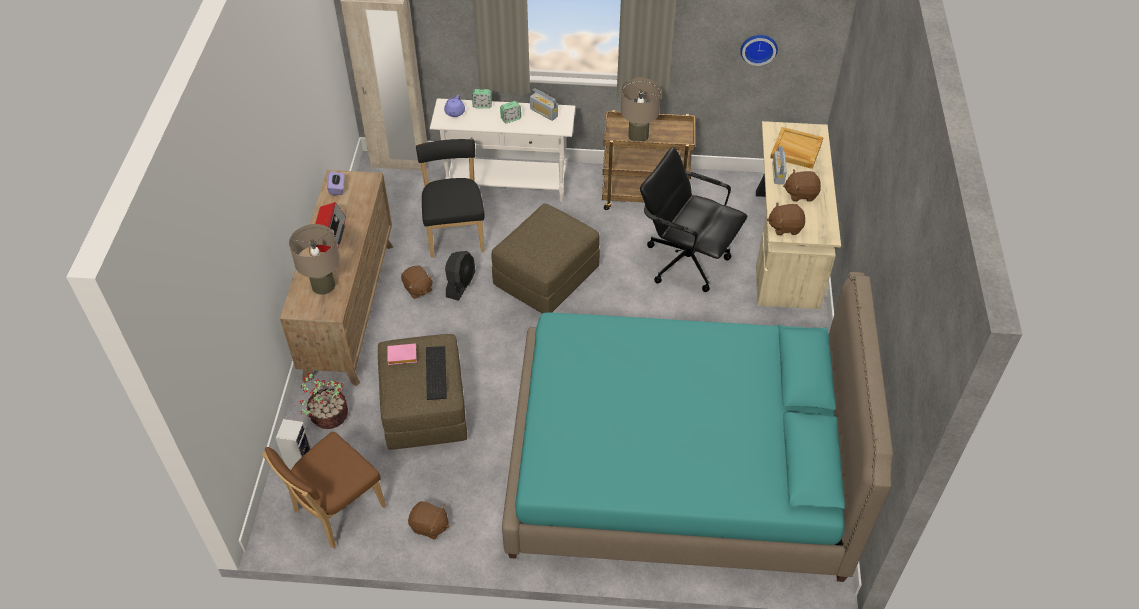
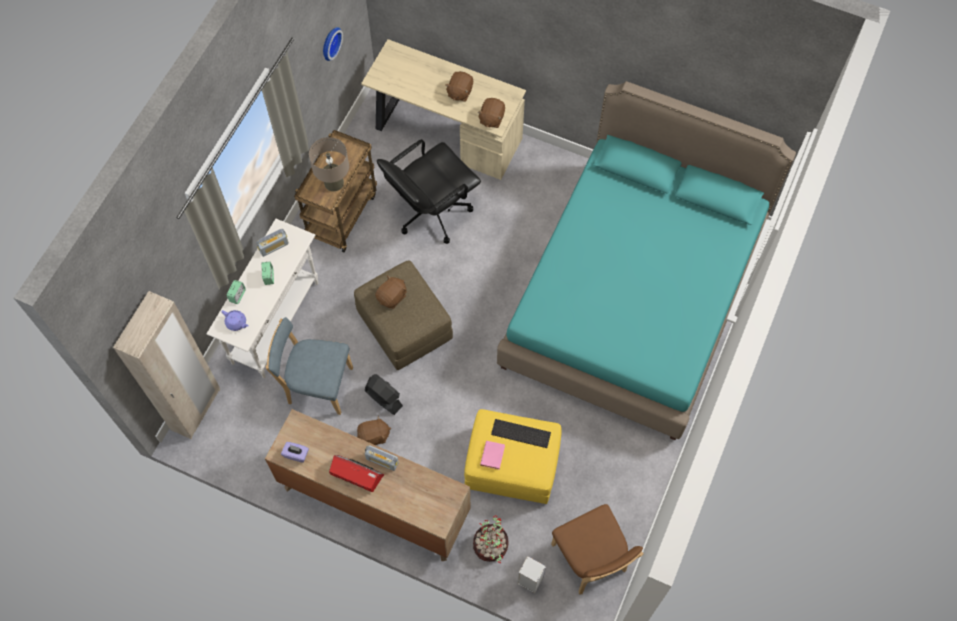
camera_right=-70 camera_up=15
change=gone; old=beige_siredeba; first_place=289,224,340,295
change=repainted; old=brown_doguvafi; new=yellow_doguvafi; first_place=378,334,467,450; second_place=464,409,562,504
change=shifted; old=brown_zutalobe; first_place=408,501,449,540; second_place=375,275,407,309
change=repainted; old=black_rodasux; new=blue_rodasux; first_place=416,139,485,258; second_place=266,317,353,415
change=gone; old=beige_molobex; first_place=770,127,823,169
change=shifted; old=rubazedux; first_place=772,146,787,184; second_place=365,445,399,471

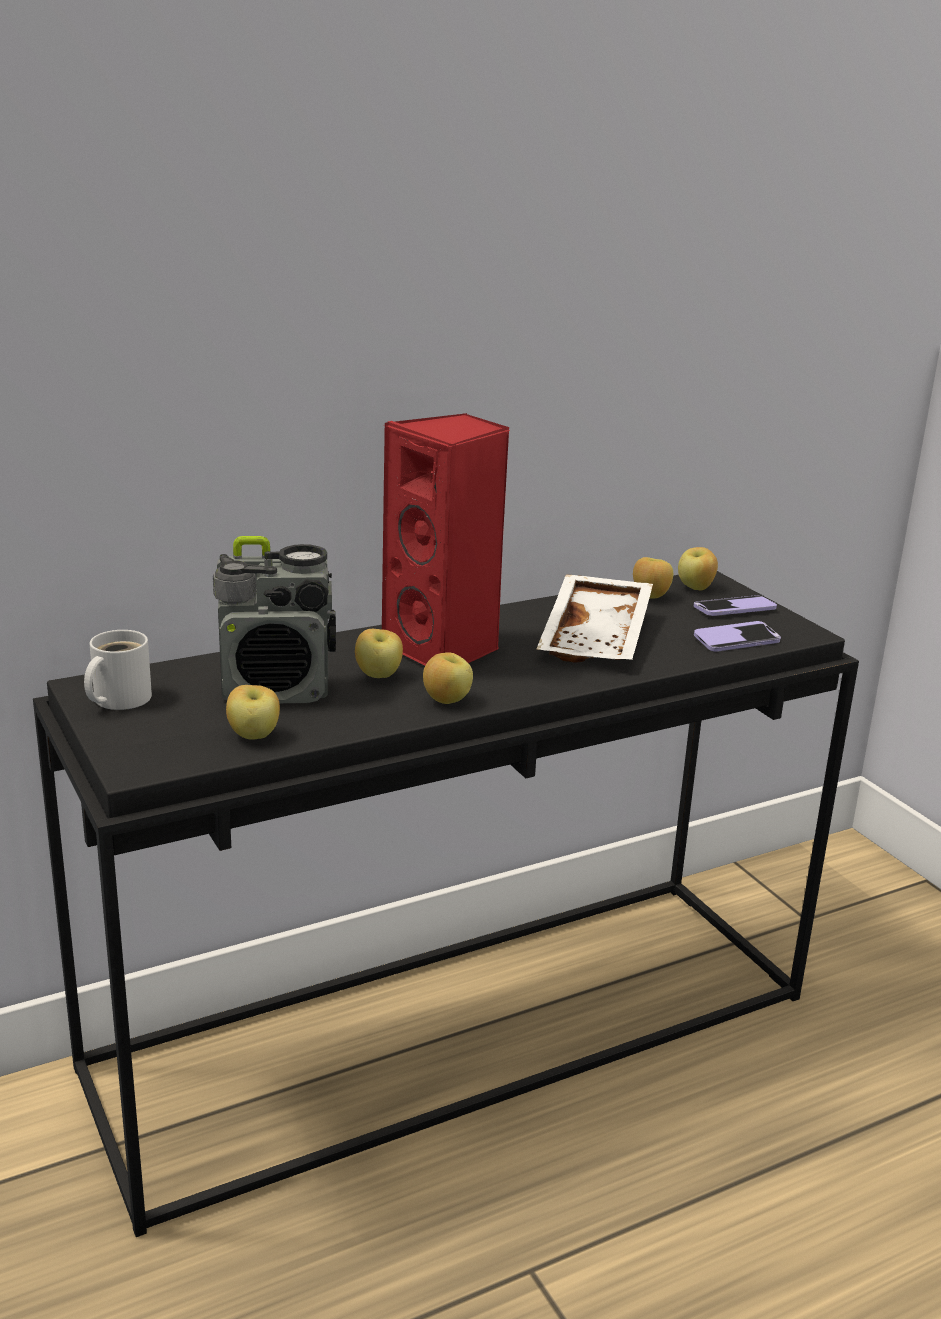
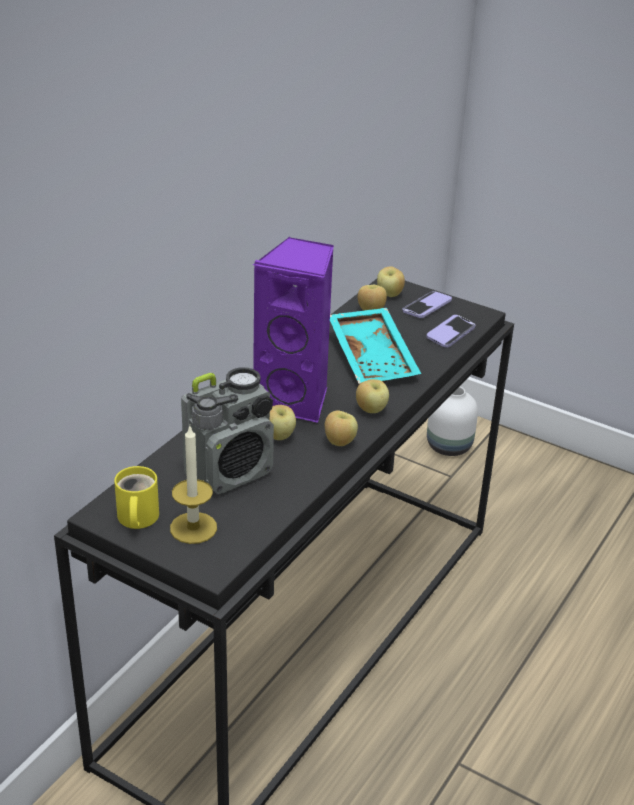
camera_right=-30 camera_up=10
change=repainted; old=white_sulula; new=yellow_sulula; first_place=84,630,152,710; second_place=114,466,159,529
change=shifted; old=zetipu; first_place=226,685,280,740; second_place=356,379,389,413
change=repainted; old=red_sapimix; new=purple_sapimix; first_place=382,413,510,666; second_place=253,237,334,424
change=repainted; old=white_molobex; new=turquoise_molobex; first_place=536,574,653,663; second_place=330,308,421,384
change=new; new=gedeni; second_place=170,426,217,544
change=new; new=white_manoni; second_place=427,386,478,456

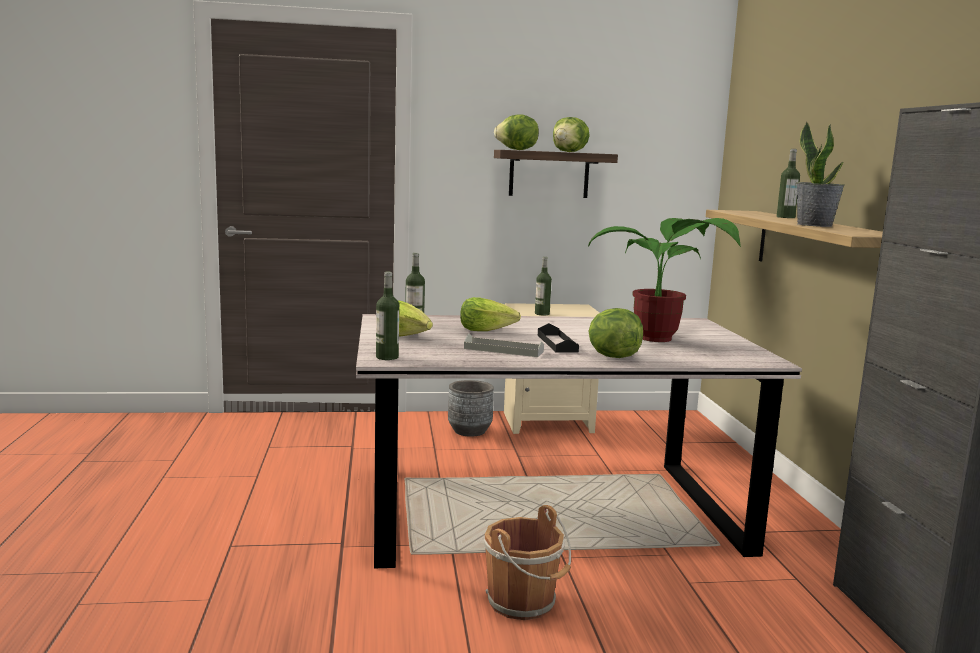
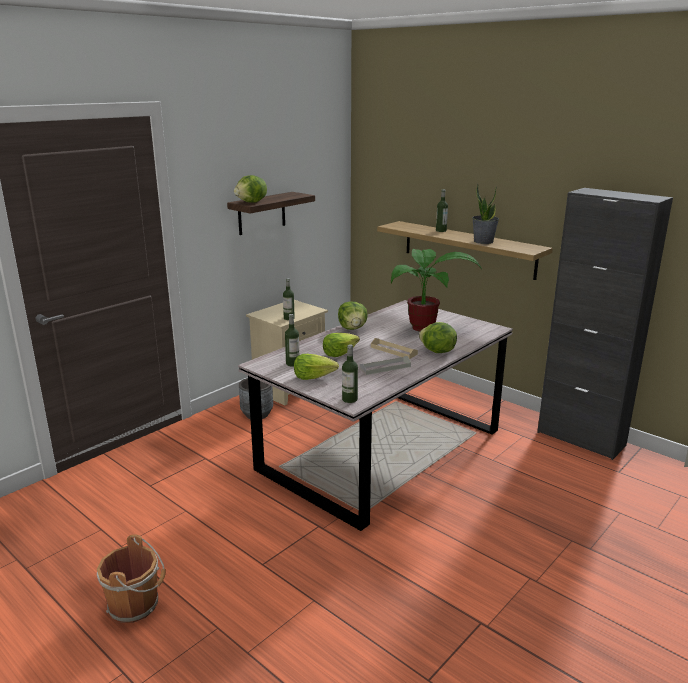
camera_right=-40 camera_up=10
change=shifted; old=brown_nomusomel; first_place=484,505,571,620; second_place=97,534,166,623
change=repainted; old=black_molobex; new=beige_molobex; first_place=538,323,579,353; second_place=371,338,418,359
change=shifted; old=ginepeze; first_place=553,117,590,152; second_place=338,302,368,330

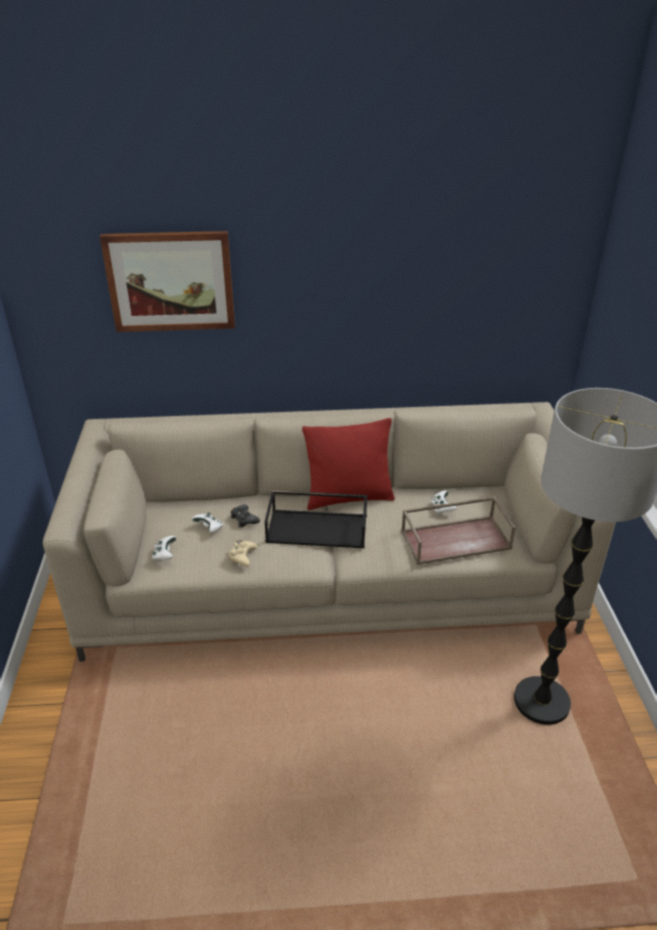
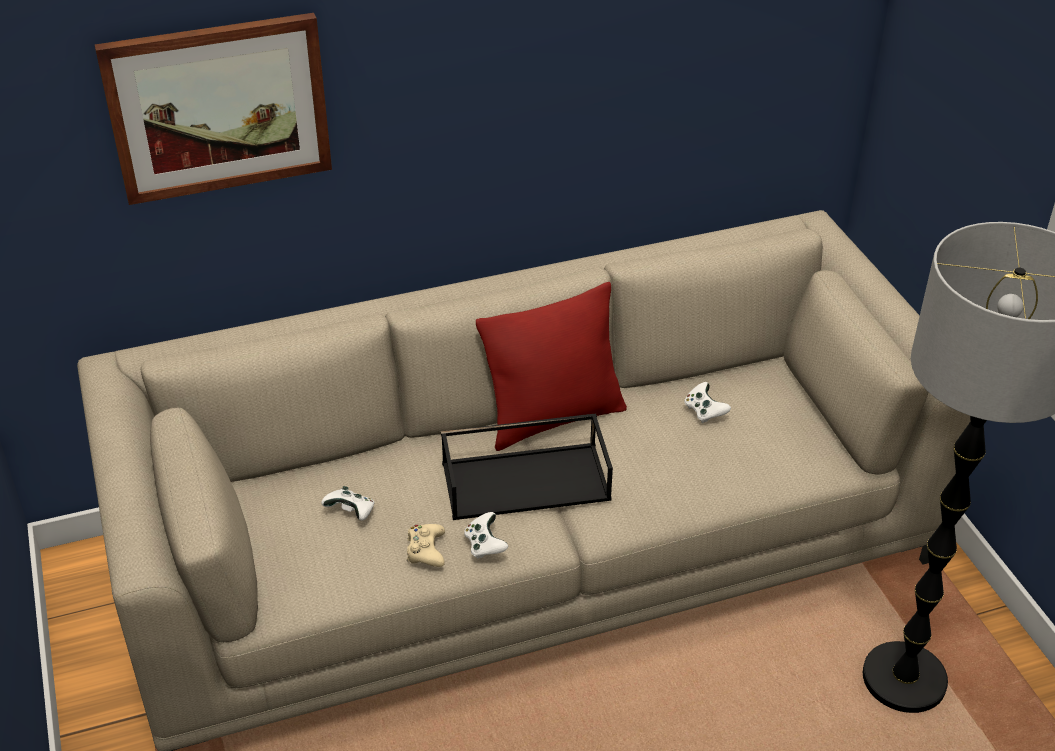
camera_right=-15 camera_up=5
change=shifted; old=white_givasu; first_place=152,536,176,562; second_place=464,512,508,559
change=gone; old=black_givasu; first_place=231,504,260,527
change=gone; old=brown_molobex; first_place=401,497,516,565

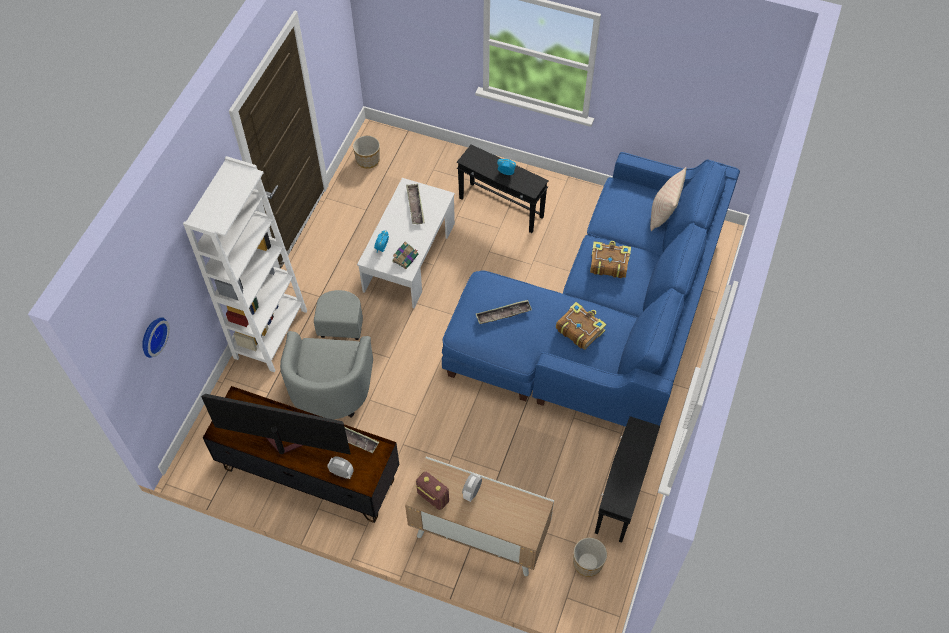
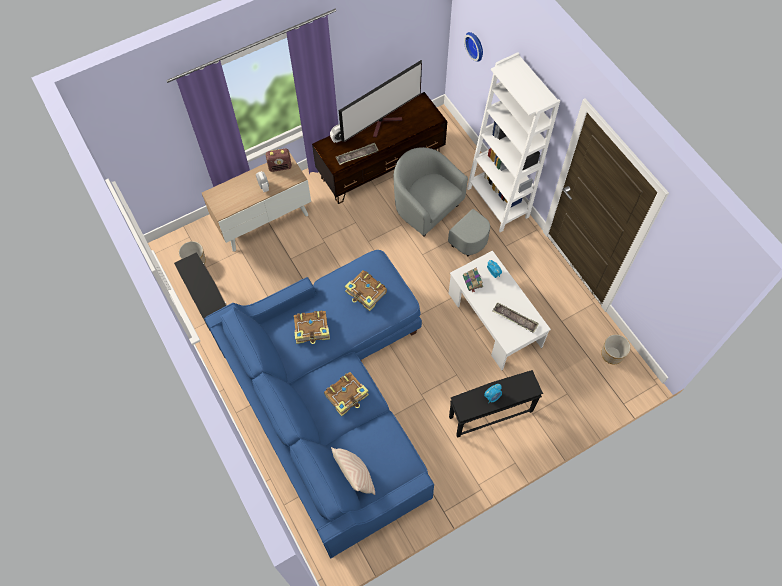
camera_right=130 camera_up=5
change=swapped; old=molobex; new=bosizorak; first_place=476,300,532,324; second_place=345,270,387,311

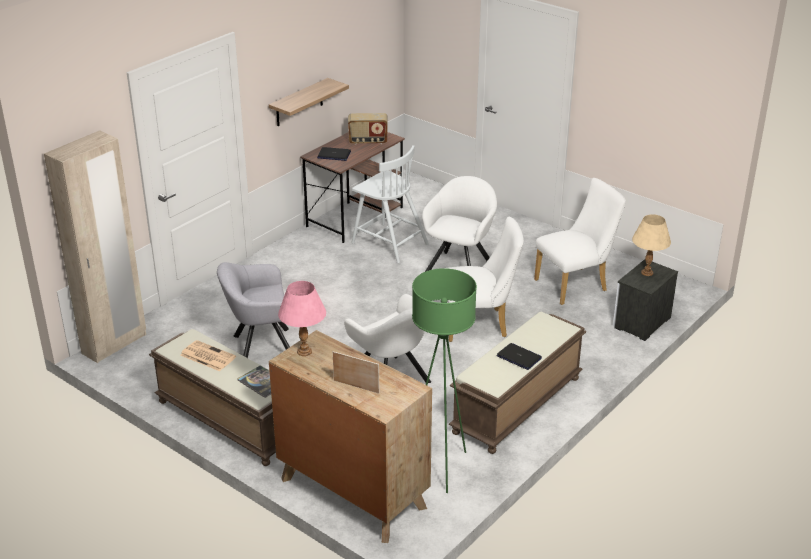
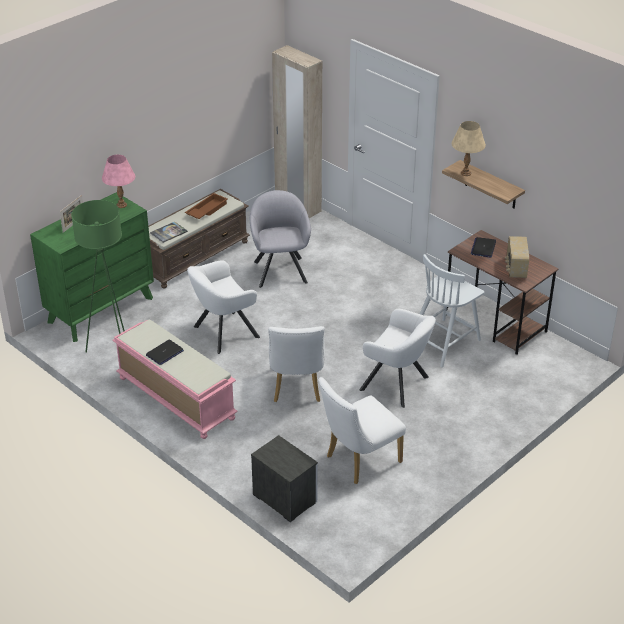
camera_right=95 camera_up=5
change=swapped; old=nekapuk; new=brown_molobex; first_place=180,340,236,371; second_place=185,193,227,219
change=repainted; old=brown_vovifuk; new=green_vovifuk; first_place=269,330,432,543; second_place=30,192,154,342
change=repainted; old=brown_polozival; new=pink_polozival; first_place=449,312,587,454; second_place=112,320,238,439
change=rotated; old=white_rodasux; first_place=534,178,626,305; second_place=318,377,406,484; degrees=75
change=shifted; old=beige_siredeba; first_place=632,214,671,276; second_place=452,121,486,176

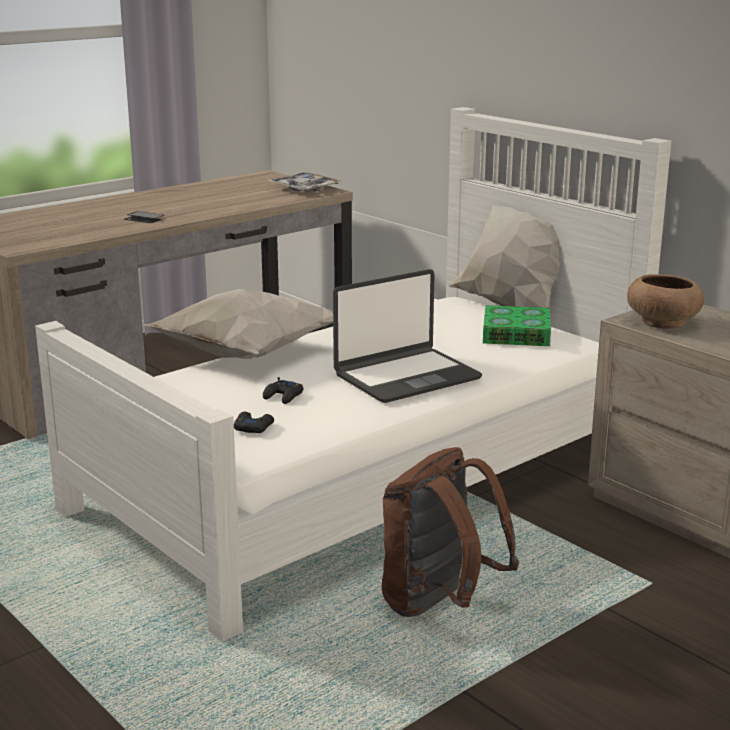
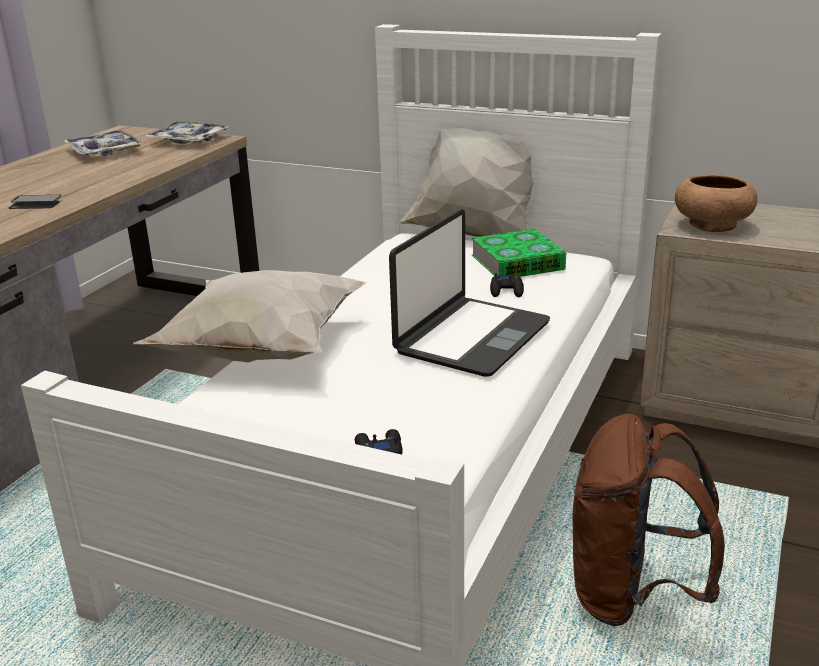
camera_right=-25 camera_up=5
change=shifted; old=black_givasu; first_place=263,377,303,404; second_place=490,273,524,297
change=new; new=molobex; second_place=64,130,143,156

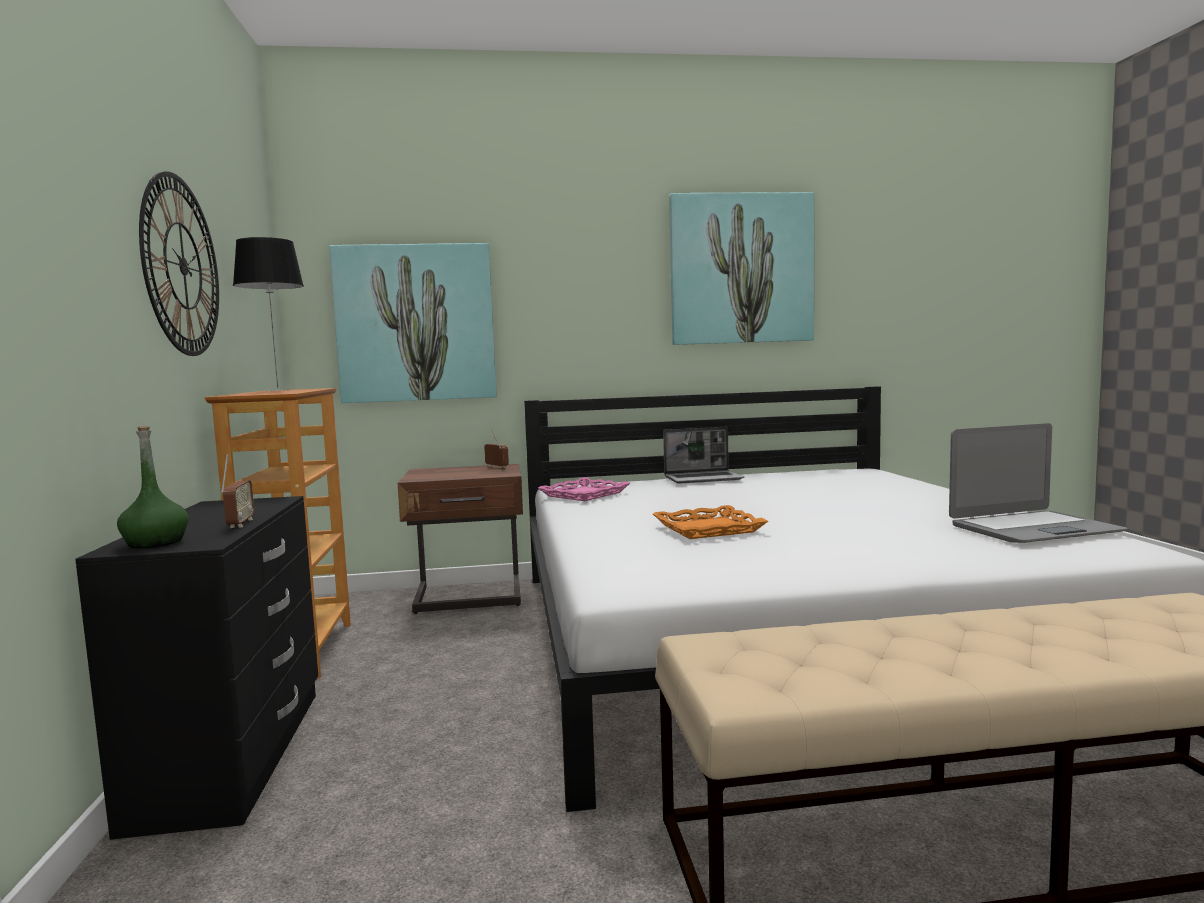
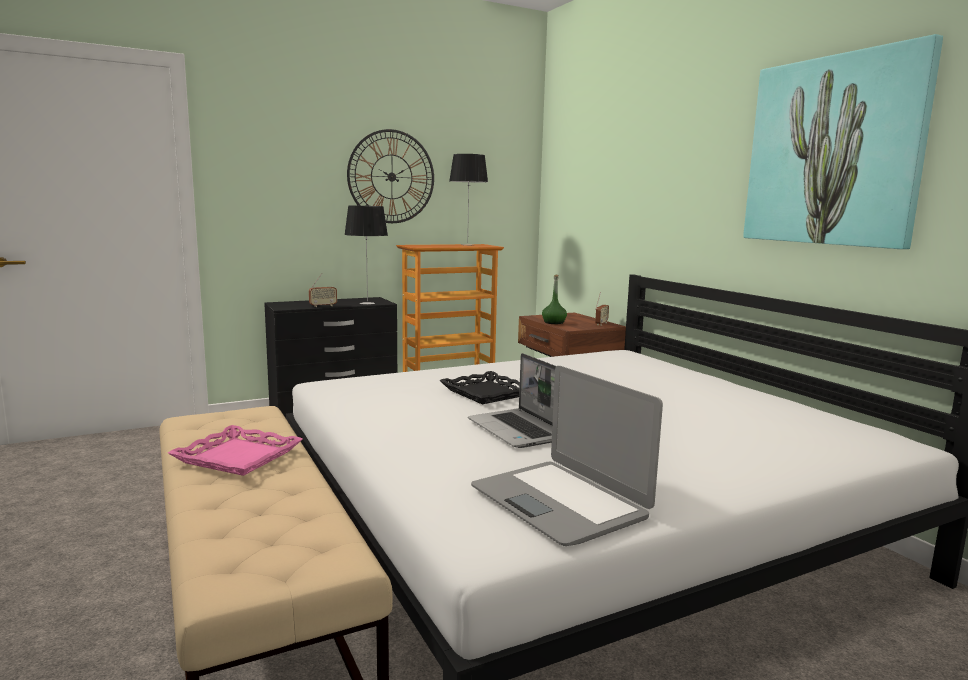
camera_right=70 camera_up=5
change=shifted; old=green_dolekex; first_place=117,426,189,548; second_place=542,275,567,324
change=gone; old=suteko; first_place=329,243,497,403
change=shifted; old=pink_molobex; first_place=538,477,630,501; second_place=168,425,303,476
change=repainted; old=orange_molobex; new=black_molobex; first_place=653,505,768,539; second_place=439,371,520,404
change=shifted; old=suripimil; first_place=663,427,744,484; second_place=468,353,556,448
change=new; new=siredeba; second_place=344,206,388,305

